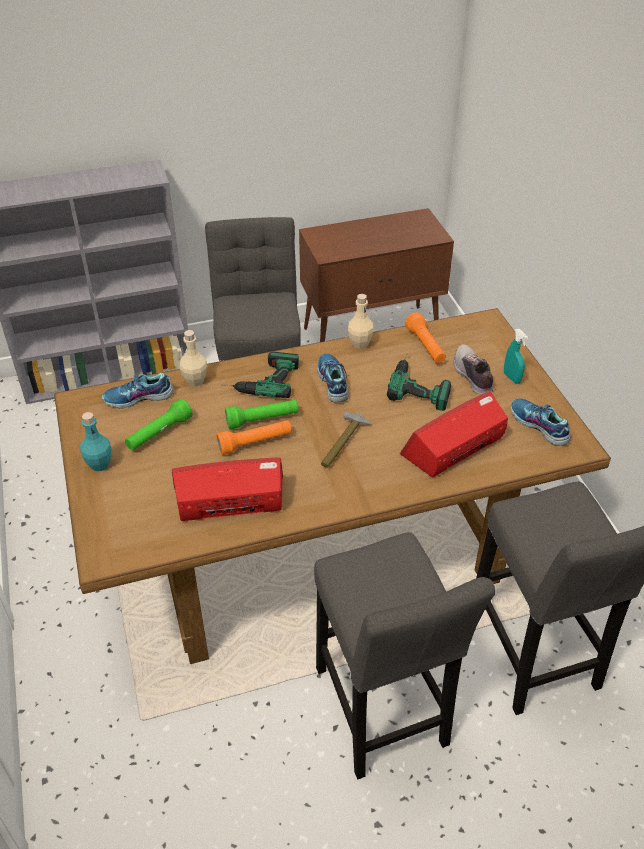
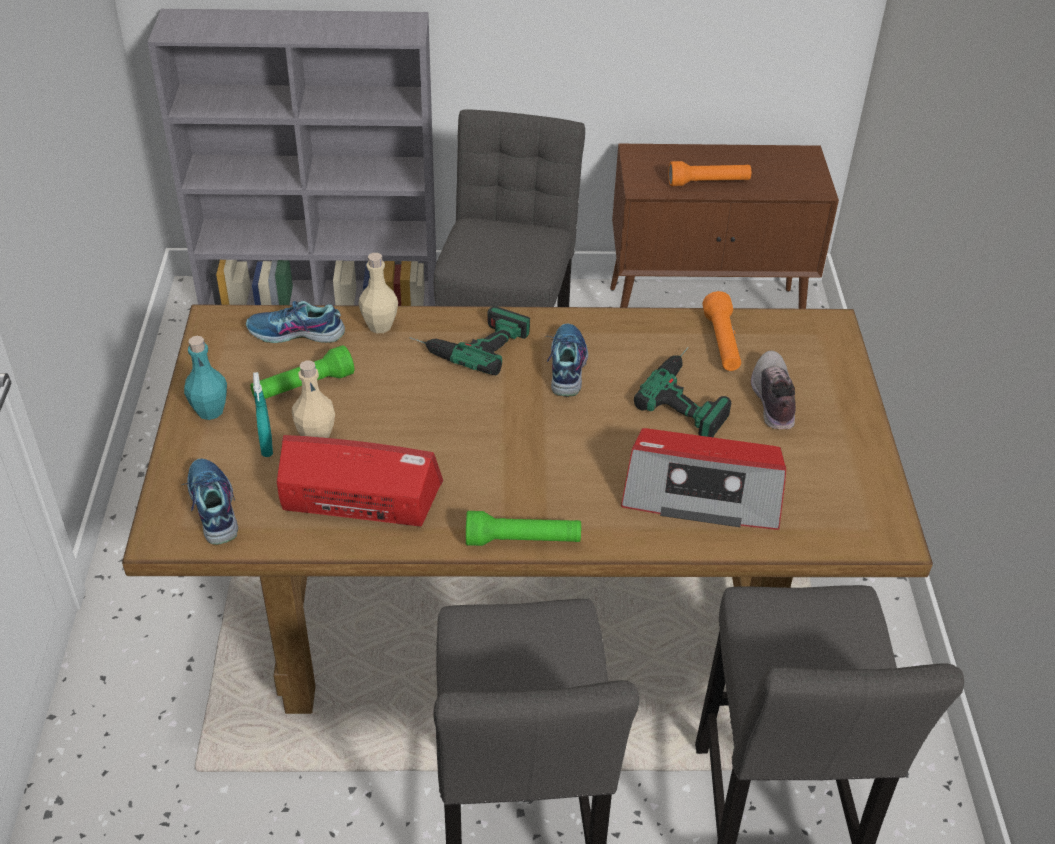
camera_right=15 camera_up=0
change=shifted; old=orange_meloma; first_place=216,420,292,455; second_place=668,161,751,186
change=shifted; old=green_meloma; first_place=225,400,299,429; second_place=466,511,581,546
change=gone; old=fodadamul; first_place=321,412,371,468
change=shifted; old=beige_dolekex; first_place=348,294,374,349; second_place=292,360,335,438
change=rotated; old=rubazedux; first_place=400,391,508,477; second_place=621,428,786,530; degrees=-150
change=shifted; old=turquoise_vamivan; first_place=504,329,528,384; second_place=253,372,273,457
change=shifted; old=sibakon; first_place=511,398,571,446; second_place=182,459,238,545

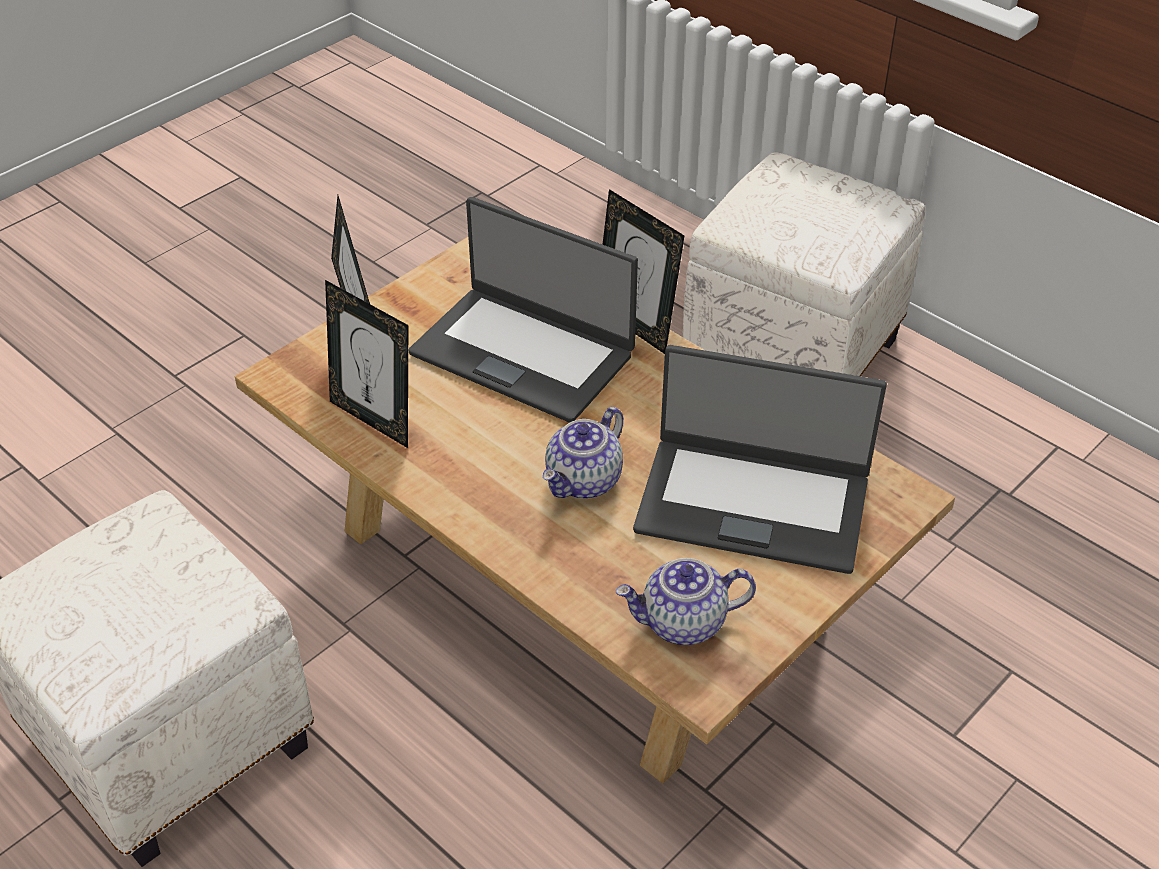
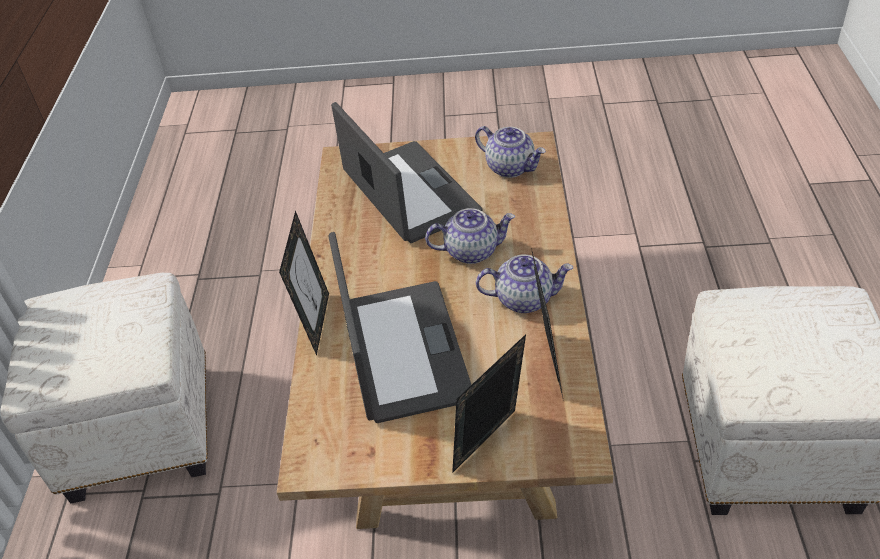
camera_right=-130 camera_up=0
change=new; new=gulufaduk; second_place=476,254,573,313

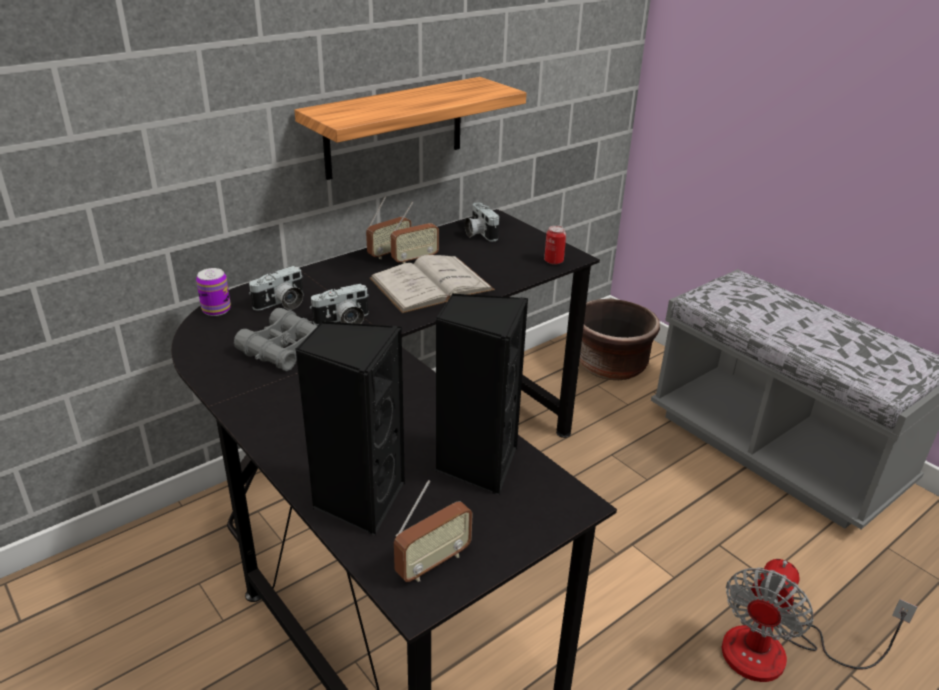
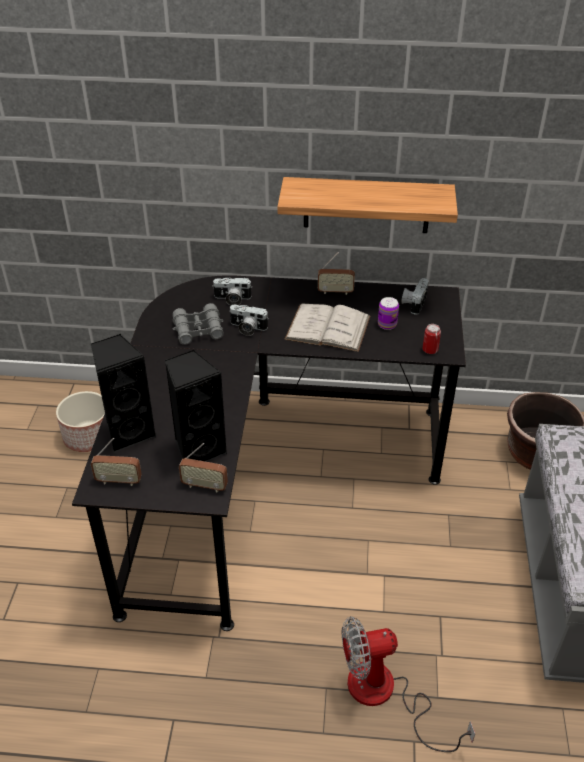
camera_right=45 camera_up=10
change=shifted; old=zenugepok; first_place=196,268,231,316; second_place=378,297,399,330
change=shifted; old=rubazedux; first_place=391,202,439,264; second_place=179,443,228,493
change=new; new=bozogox; second_place=56,391,105,452

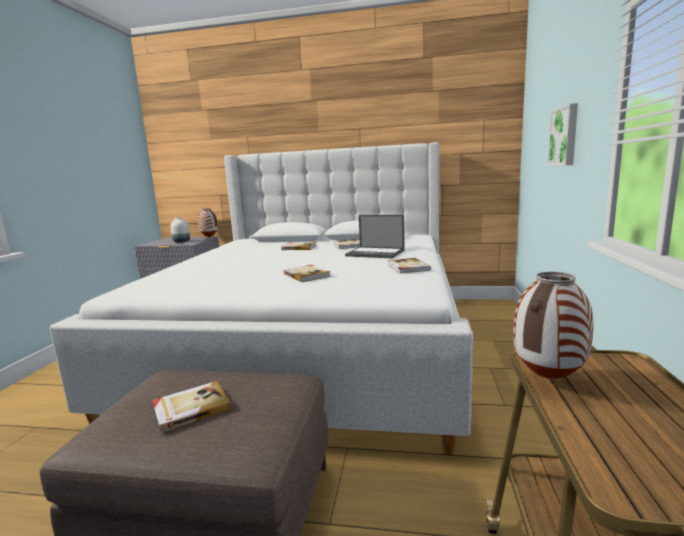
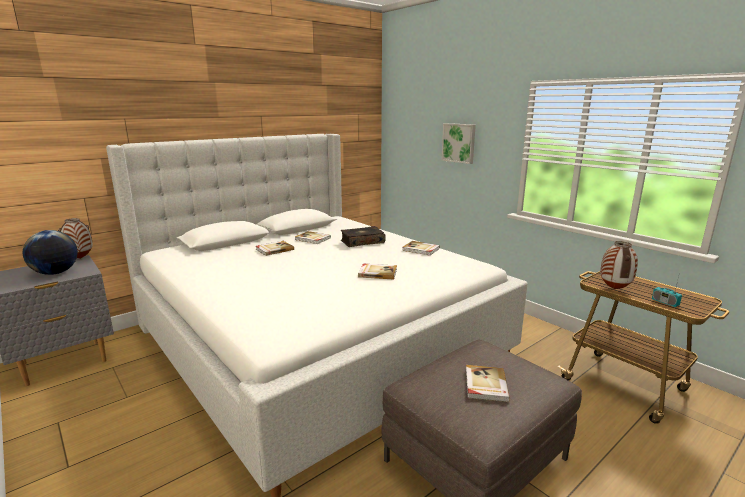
camera_right=-50 camera_up=5
change=swapped; old=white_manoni; new=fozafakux; first_place=170,217,190,242; second_place=22,230,78,275
change=swapped; old=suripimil; new=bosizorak; first_place=345,215,405,258; second_place=341,226,386,247
change=new; new=rubazedux; second_place=652,277,682,307

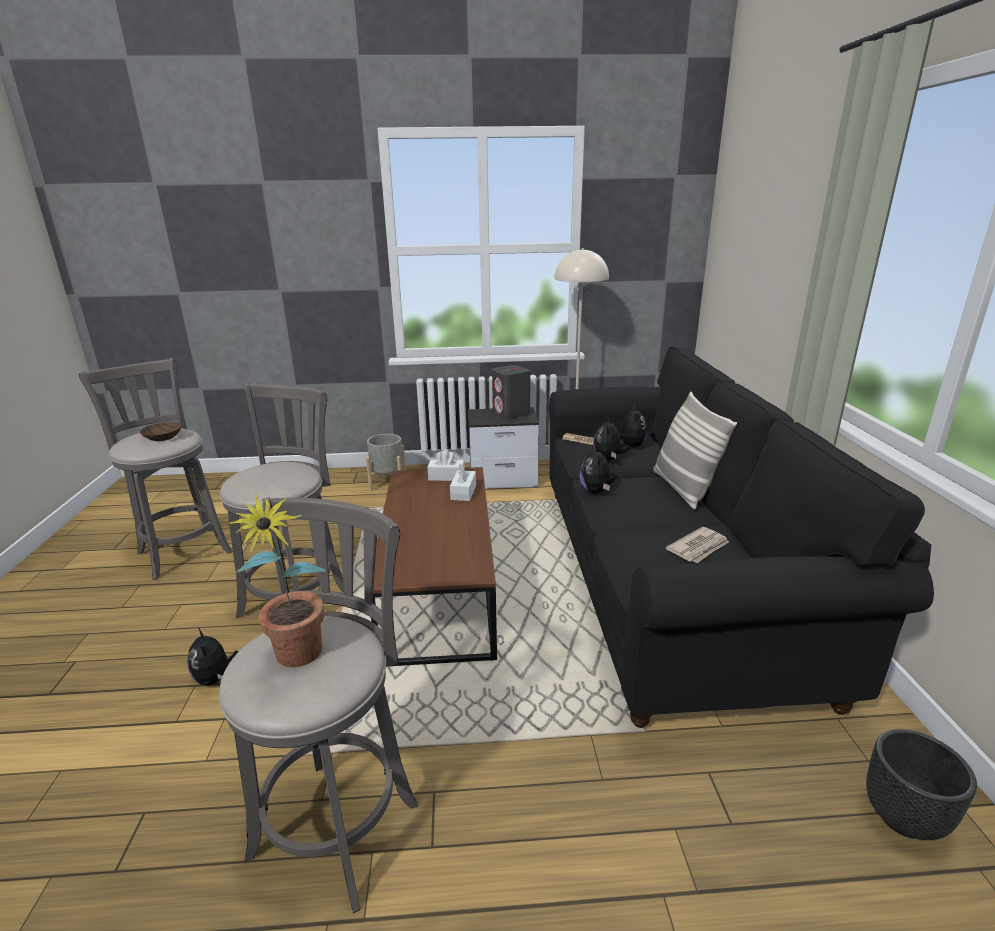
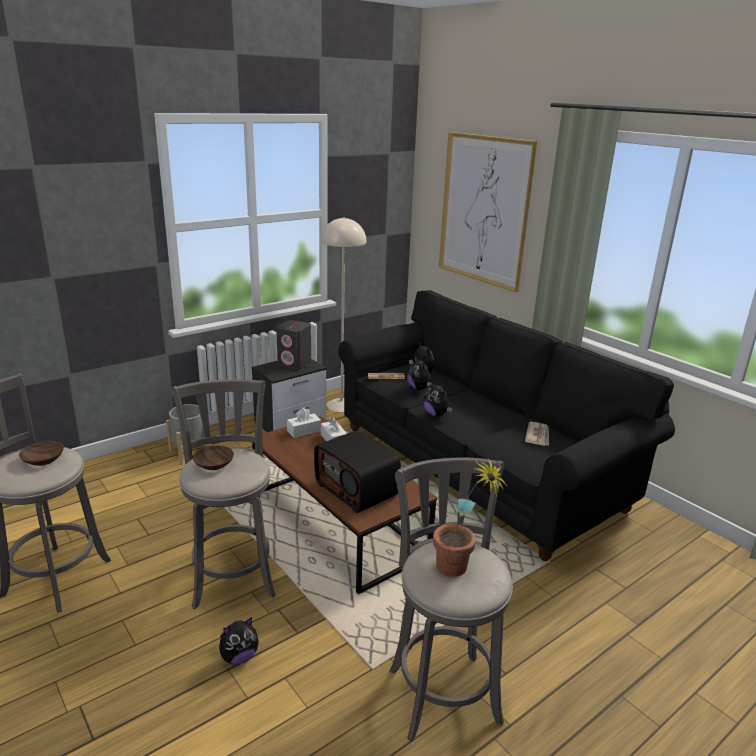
camera_right=-35 camera_up=0
change=rotated; old=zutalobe; first_place=187,628,239,686; second_place=219,617,259,665; degrees=-60
change=gone; old=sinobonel; first_place=653,392,737,510
change=gone; old=black_bozogox; first_place=866,729,977,840
change=new; new=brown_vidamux; second_place=193,445,234,470
change=new; new=rubazedux; second_place=314,431,401,513
change=new; new=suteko; second_place=439,132,537,292

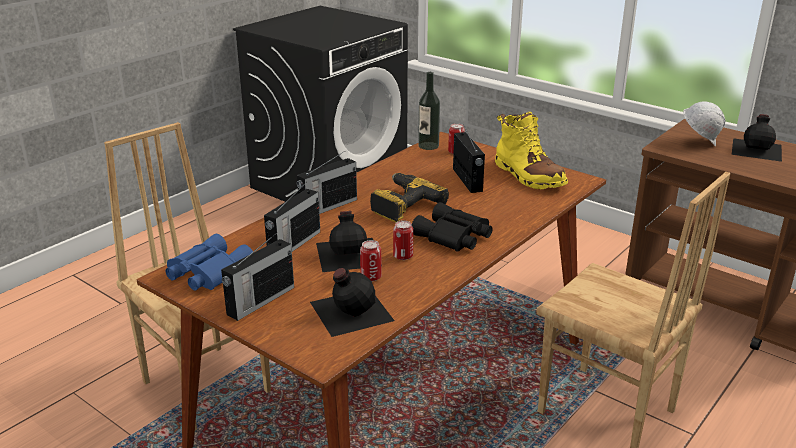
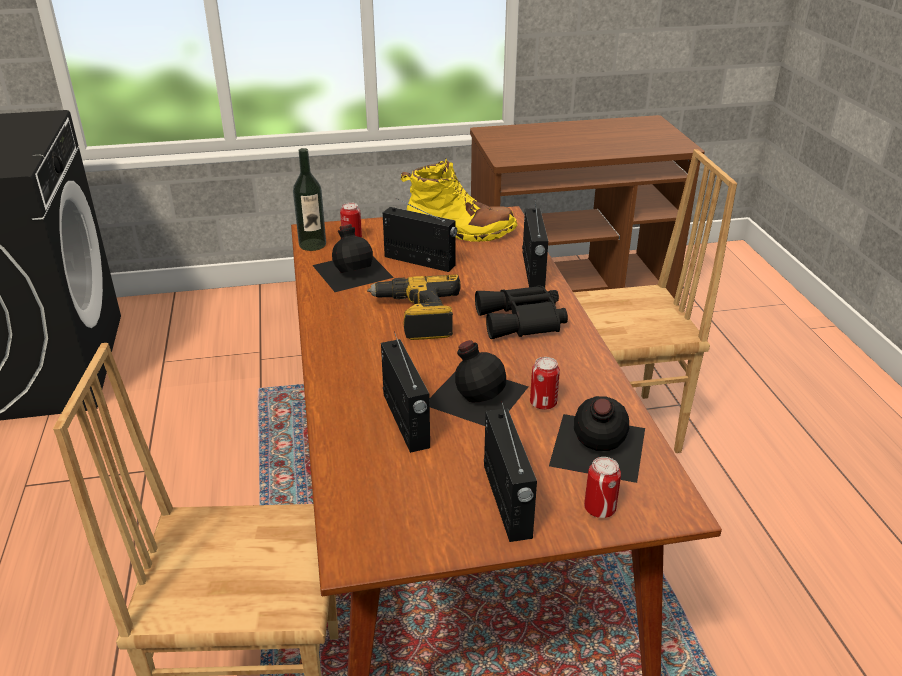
camera_right=-50 camera_up=5
change=gone; old=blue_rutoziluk; first_place=166,234,253,291
change=shifted; old=rubazedux; first_place=297,151,357,214; second_place=522,202,548,287
change=shifted; old=zenugepok; first_place=393,220,413,260; second_place=584,457,621,518
change=gone; old=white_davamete; first_place=683,101,725,147
change=shifted; old=black_dolekex; first_place=732,114,782,162; second_place=312,224,394,292

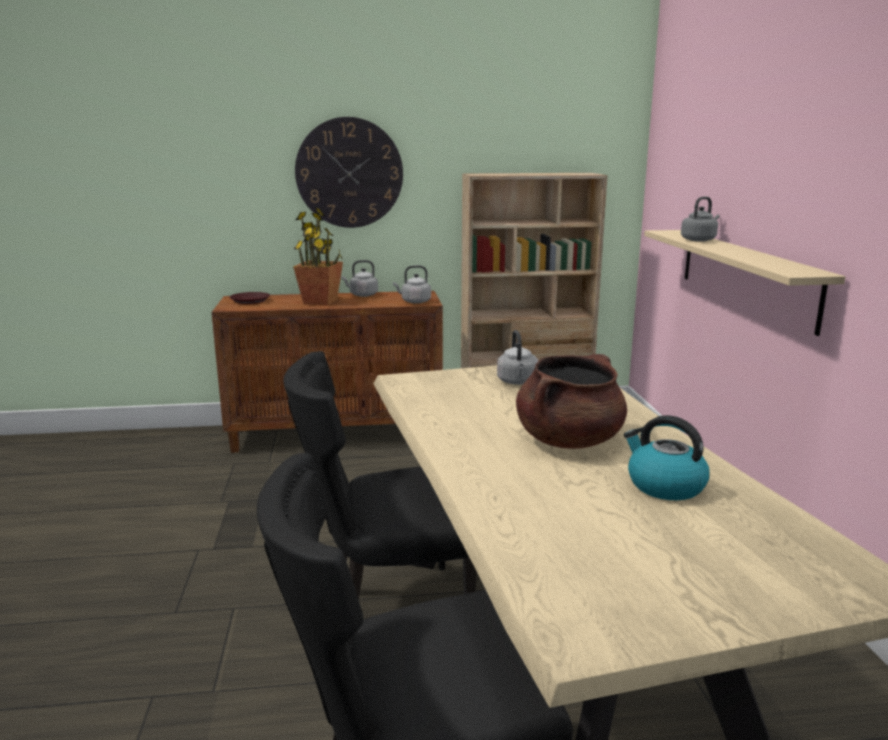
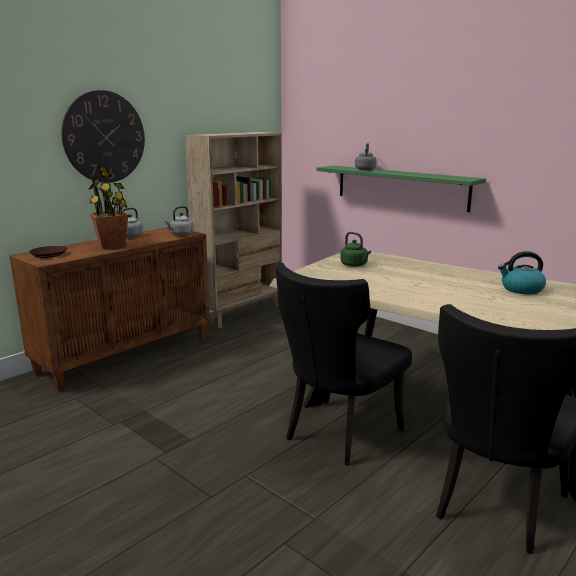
camera_right=-40 camera_up=0
change=repainted; old=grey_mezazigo; new=green_mezazigo; first_place=497,330,538,385; second_place=340,232,371,267
change=gone; old=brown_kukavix; first_place=516,354,627,449
change=repainted; old=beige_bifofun; new=green_bifofun; first_place=644,230,845,336; second_place=317,166,486,212

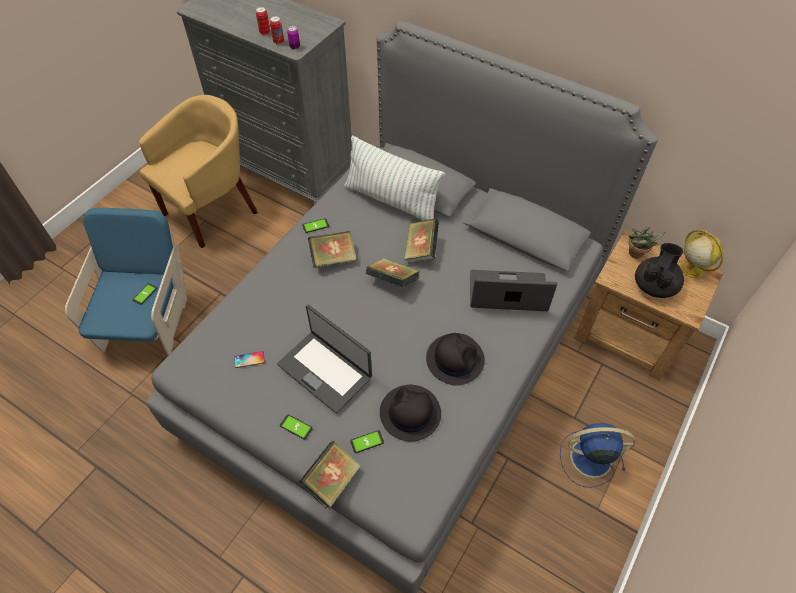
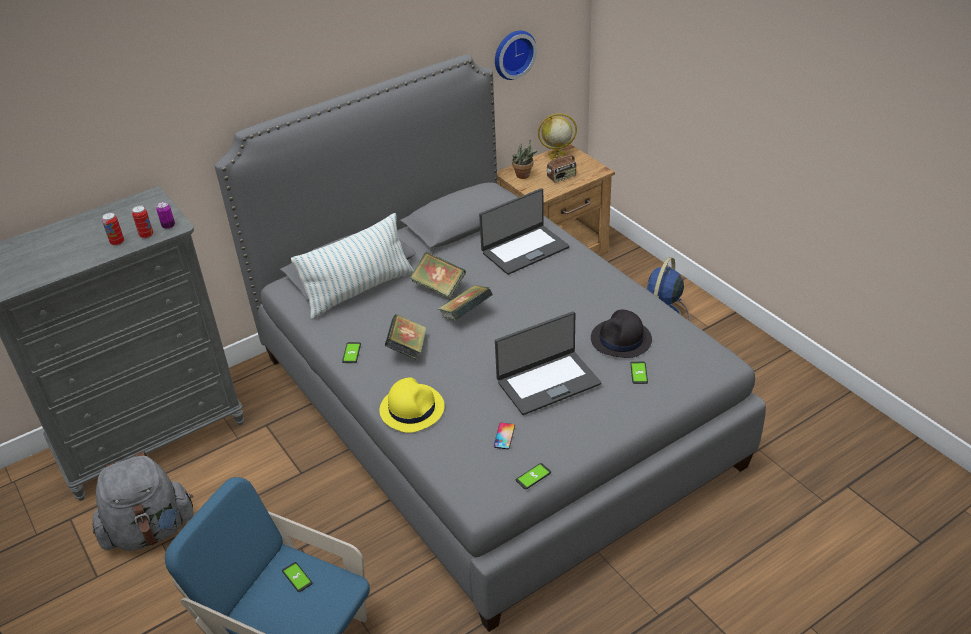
camera_right=-65 camera_up=-15
change=swapped; old=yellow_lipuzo; new=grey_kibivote; first_place=139,95,258,248; second_place=92,452,194,551
change=shifted; old=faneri; first_place=280,415,313,439; second_place=516,463,551,489
change=gone; old=bosizorak; first_place=298,441,361,509
change=gone; old=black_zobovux; first_place=426,333,485,386
change=rotated; old=suripimil; first_place=470,270,557,311; second_place=479,188,569,275; degrees=-150
change=swapped; old=black_gulufaduk; new=rubazedux; first_place=635,243,684,298; second_place=547,146,576,183
change=new; new=yellow_zobovux; second_place=380,378,445,433
change=new; new=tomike; second_place=495,30,537,80

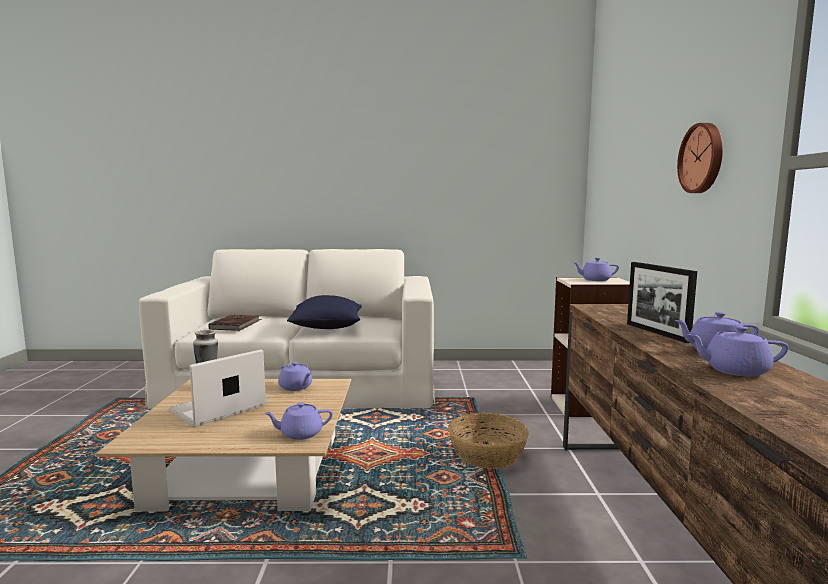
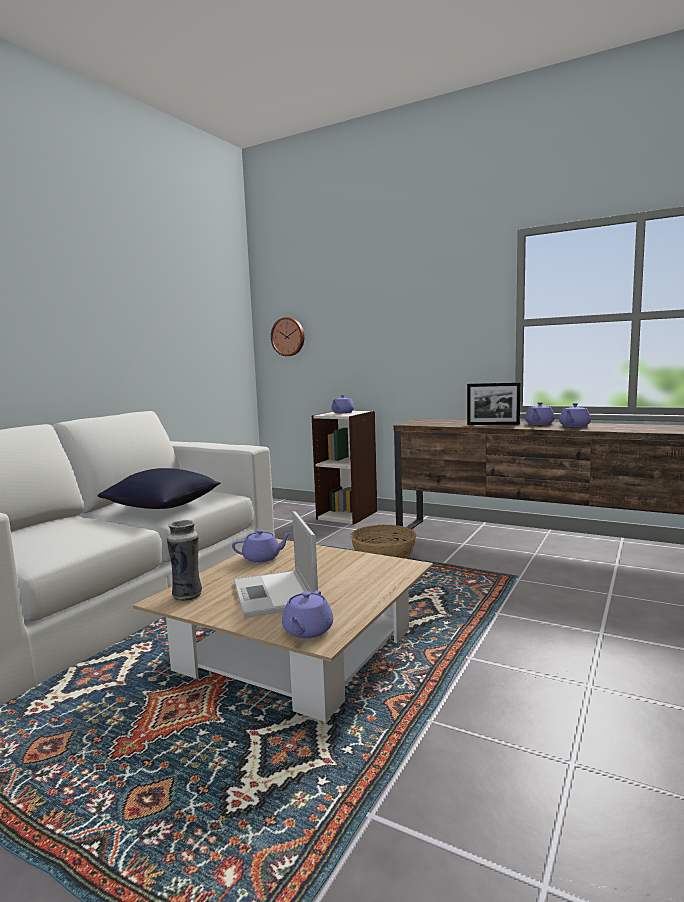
camera_right=-60 camera_up=0
change=gone; old=brown_bosizorak; first_place=209,315,262,331
change=shifted; old=purple_gulufaduk; first_place=264,402,333,440; second_place=282,590,333,639
change=shifted; old=tomike; first_place=677,123,723,193; second_place=271,317,305,356

